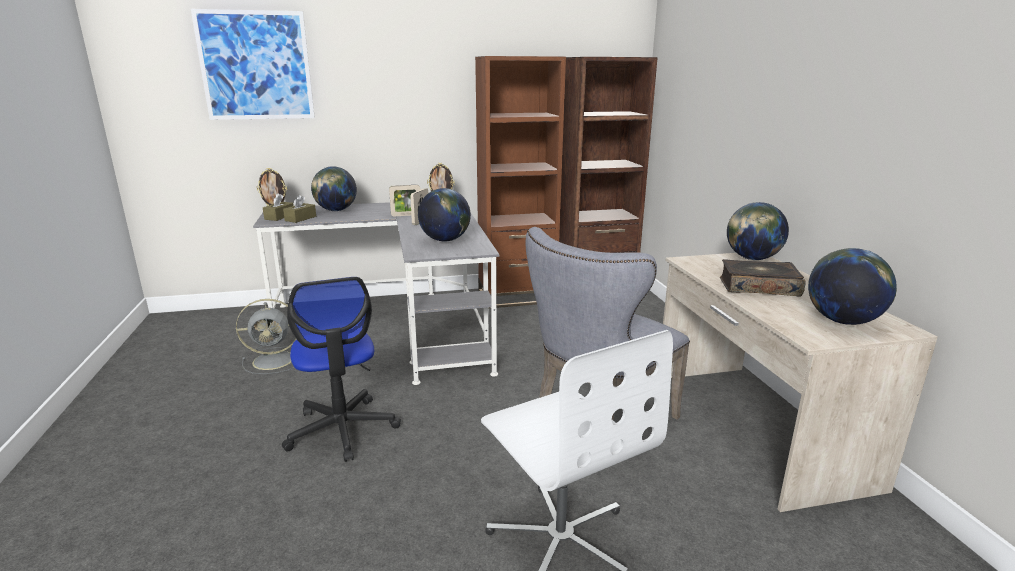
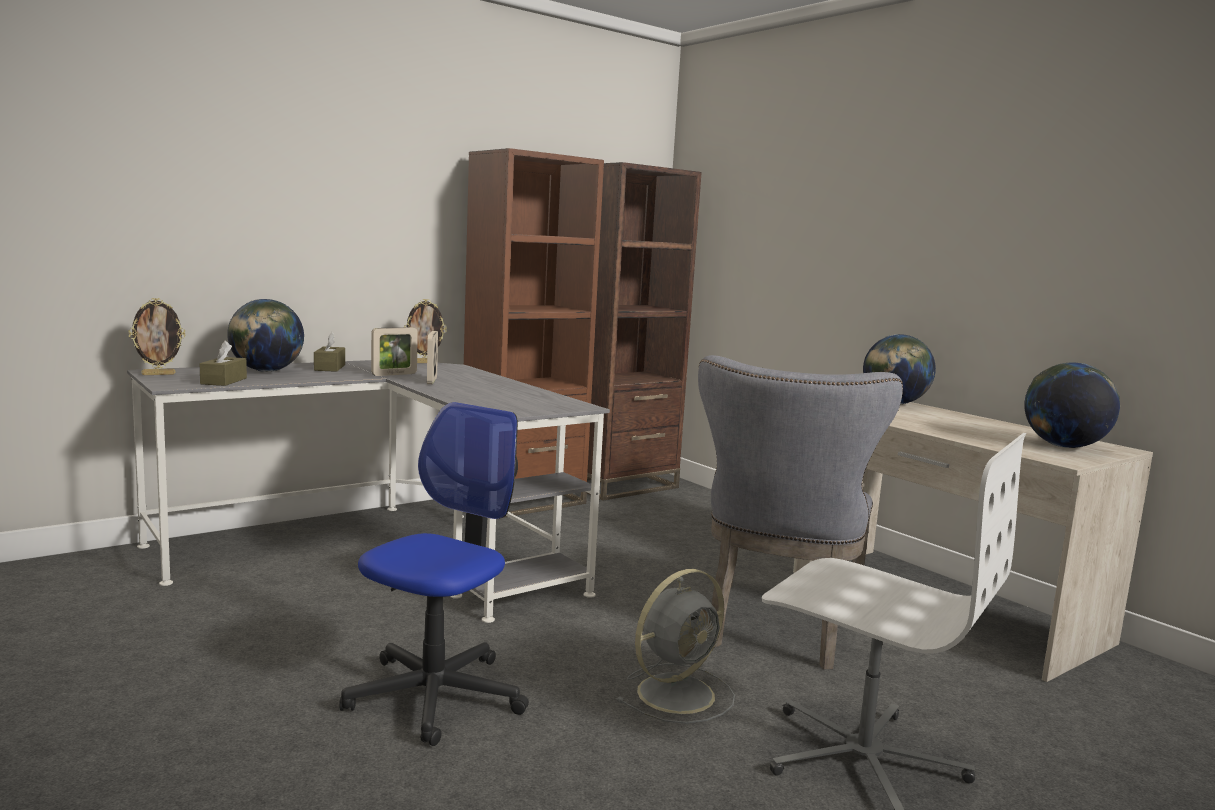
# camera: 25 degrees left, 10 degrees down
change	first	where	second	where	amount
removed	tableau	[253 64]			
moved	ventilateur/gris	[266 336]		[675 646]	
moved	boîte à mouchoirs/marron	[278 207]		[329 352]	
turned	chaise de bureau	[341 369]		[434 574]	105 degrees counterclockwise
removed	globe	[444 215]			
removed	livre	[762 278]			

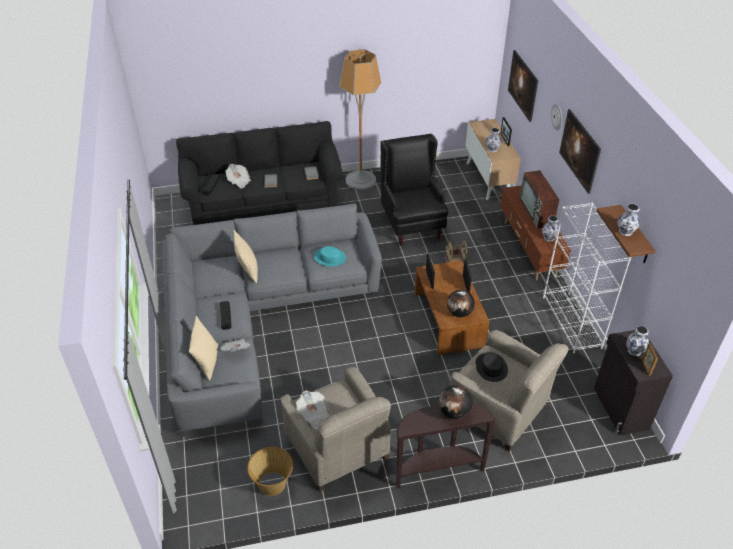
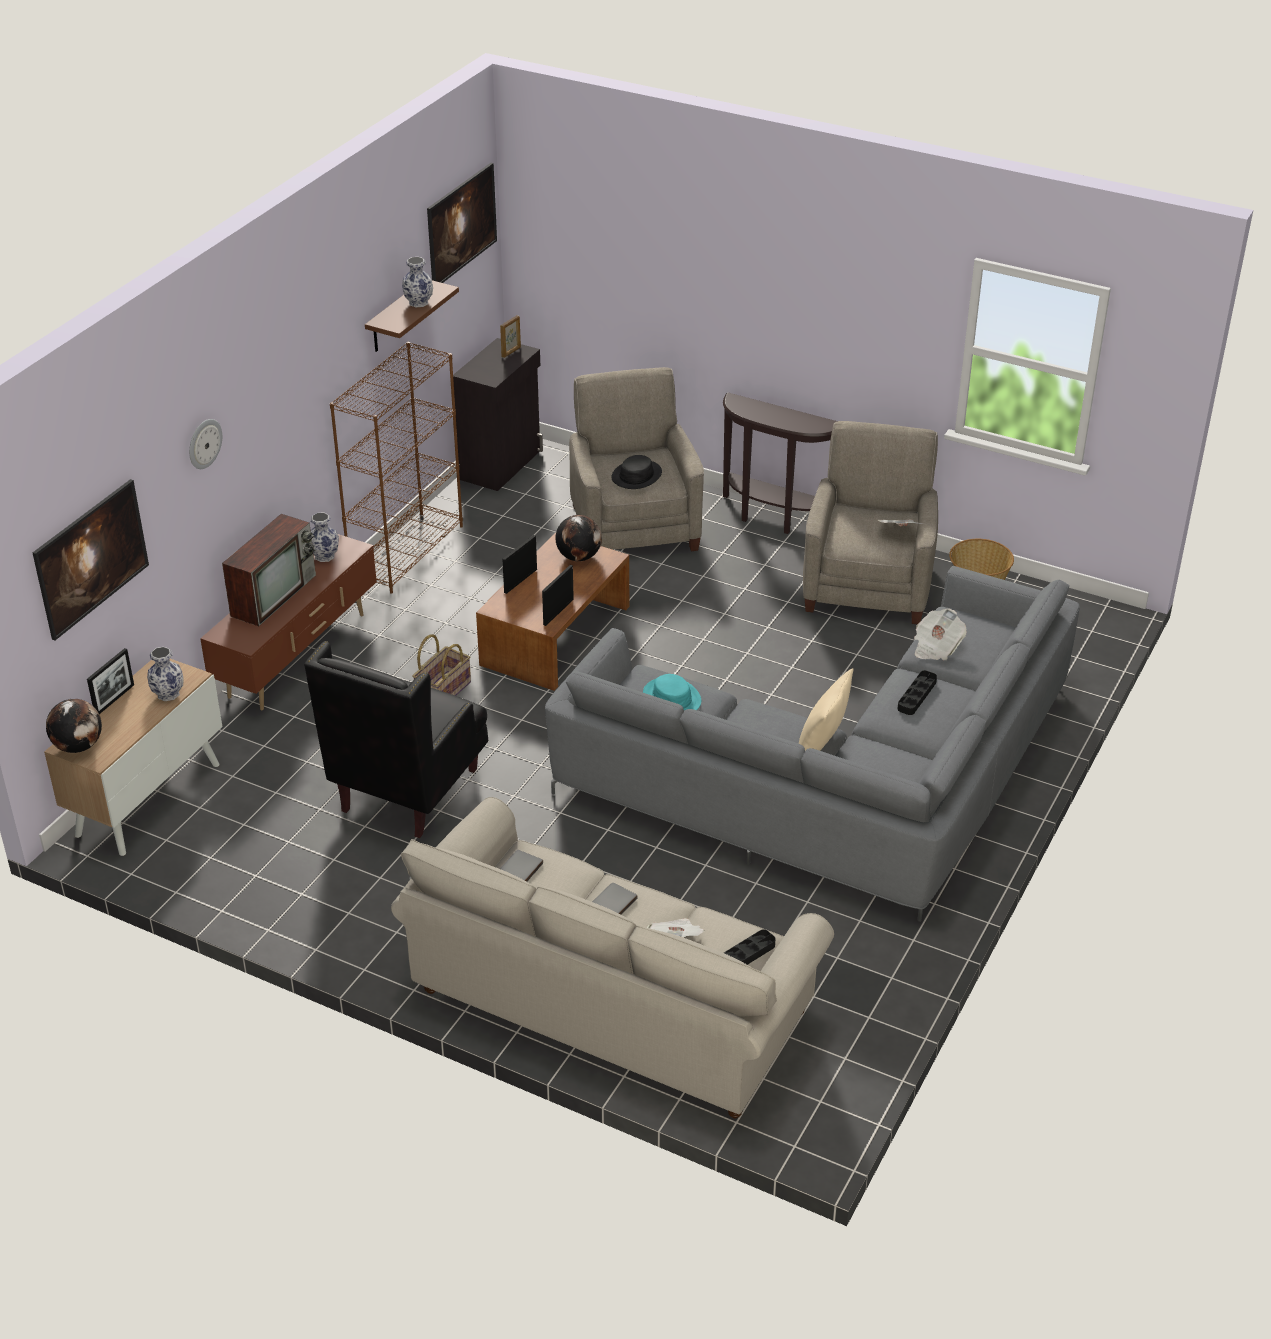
# camera: 140 degrees left, 5 degrees down
change	first	where	second	where	amount
recoloured	canapé/noir	[259 173]	canapé/beige	[612 957]	
removed	coussin/beige	[203 348]			
removed	lampadaire	[360 119]			
moved	globe	[456 402]		[74 726]	
recoloured	bibliothèque/blanc	[587 278]	bibliothèque/marron	[396 468]	
moved	tableau	[580 151]		[462 223]	
removed	vase	[637 341]			

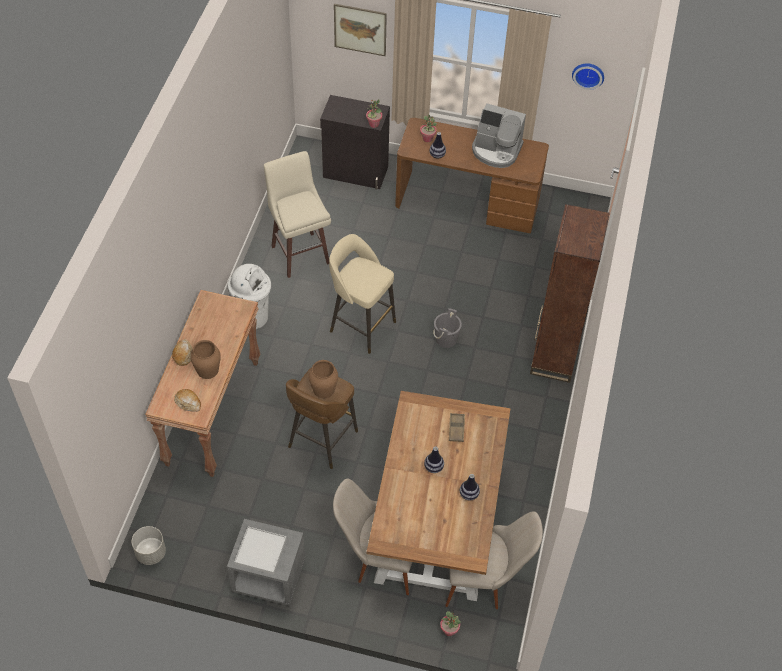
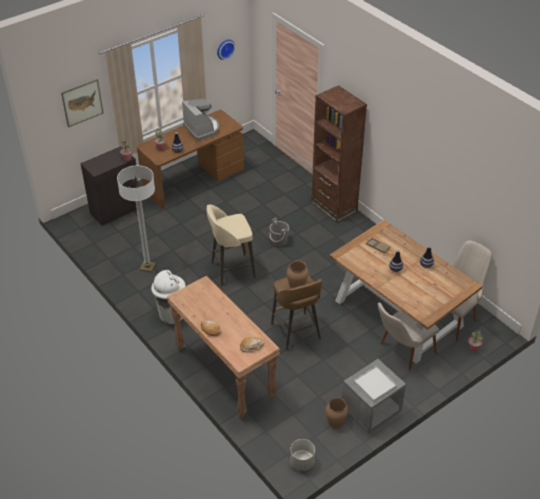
# camera: 50 degrees left, 10 degrees down
change	first	where	second	where	amount
moved	vase/marron	[205 359]		[337 413]	
replaced	tabouret/beige	[297 214]	lampadaire	[136 218]	
turned	machine à café	[499 135]		[200 120]	90 degrees counterclockwise

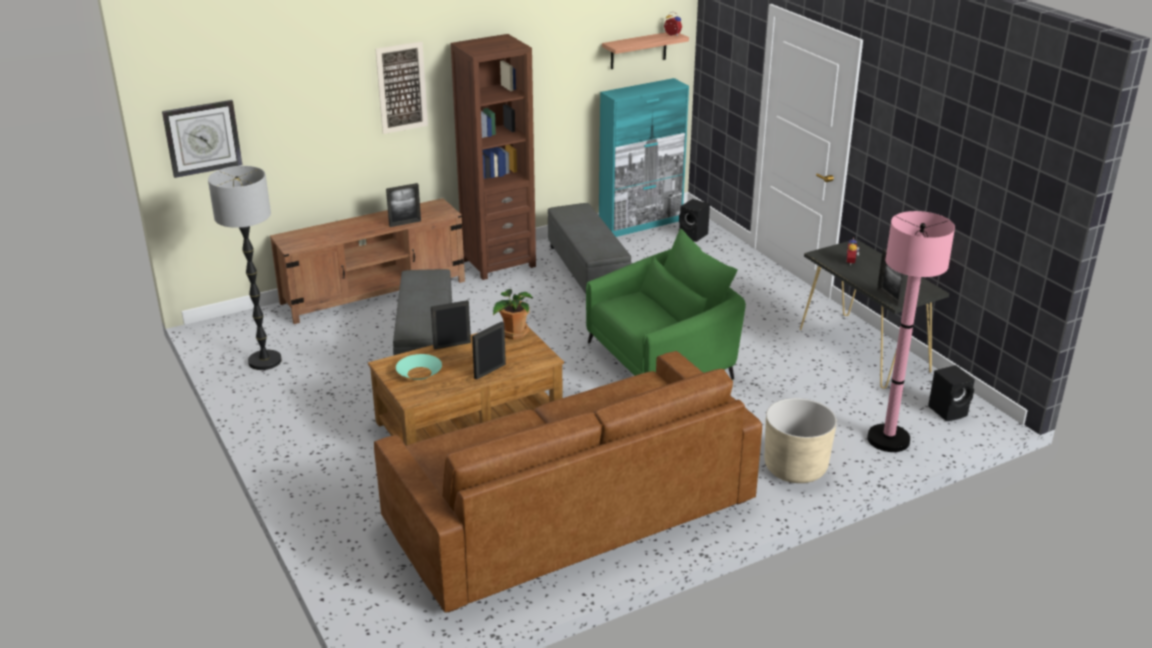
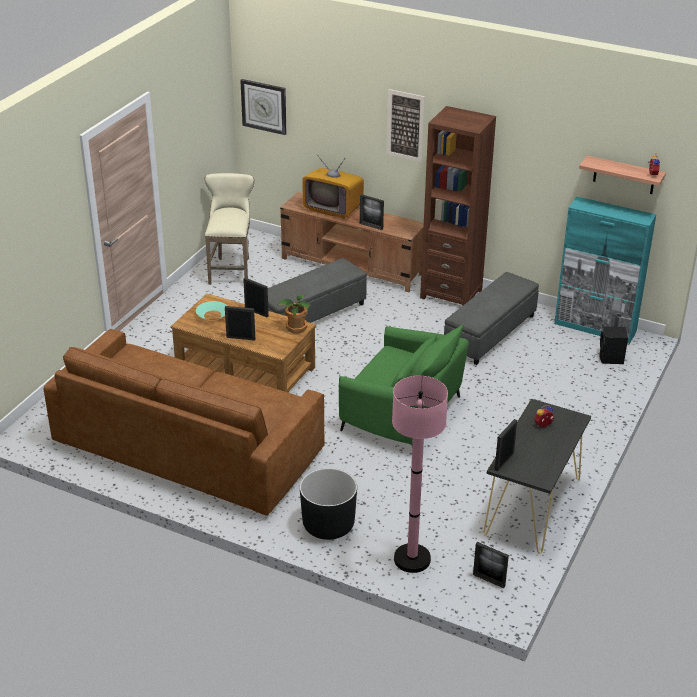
# camera: 55 degrees right, 5 degrees up
change	first	where	second	where	amount
replaced	lampadaire	[245 268]	tabouret/beige	[229 229]	
recoloured	cache-pot/beige	[801 440]	cache-pot/noir	[328 504]	
replaced	enceinte/noir	[951 393]	cadre photo	[491 565]	
added			téléviseur	[333 187]	

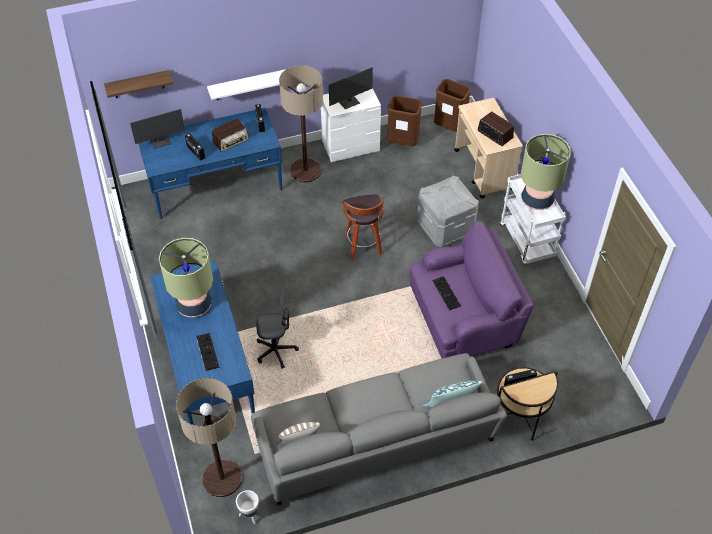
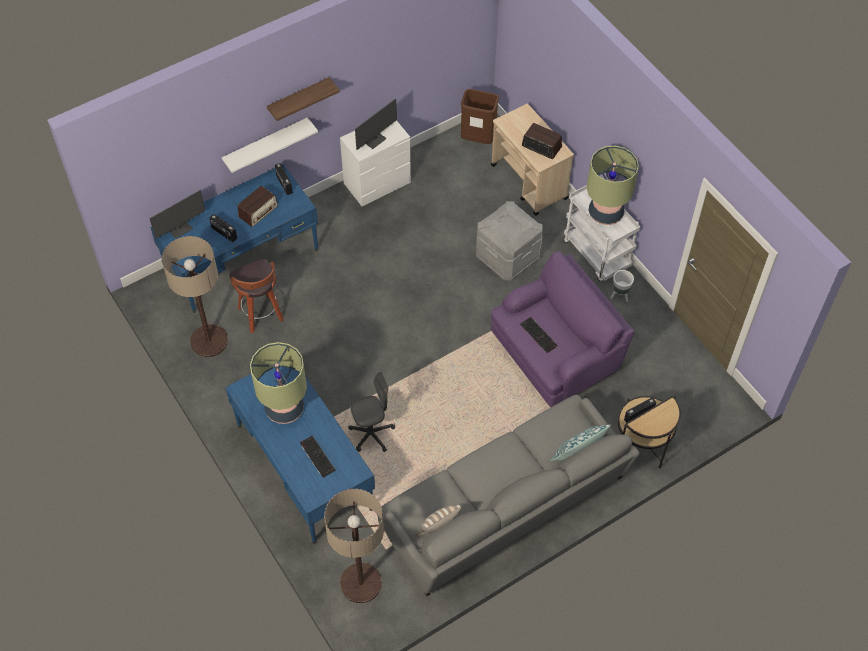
# camera: 15 degrees left, 5 degrees up
change	first	where	second	where	amount
moved	étagère	[138 84]		[303 99]	
moved	cache-pot/blanc	[247 507]		[622 286]	
moved	lampadaire	[301 123]		[195 296]	
moved	tabouret	[363 227]		[256 296]	
removed	poubelle/marron	[404 120]			

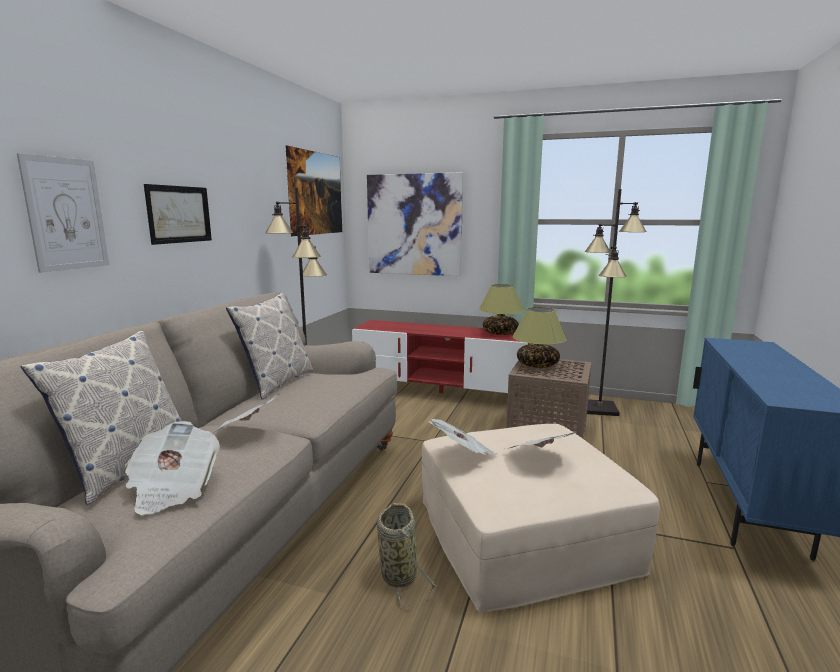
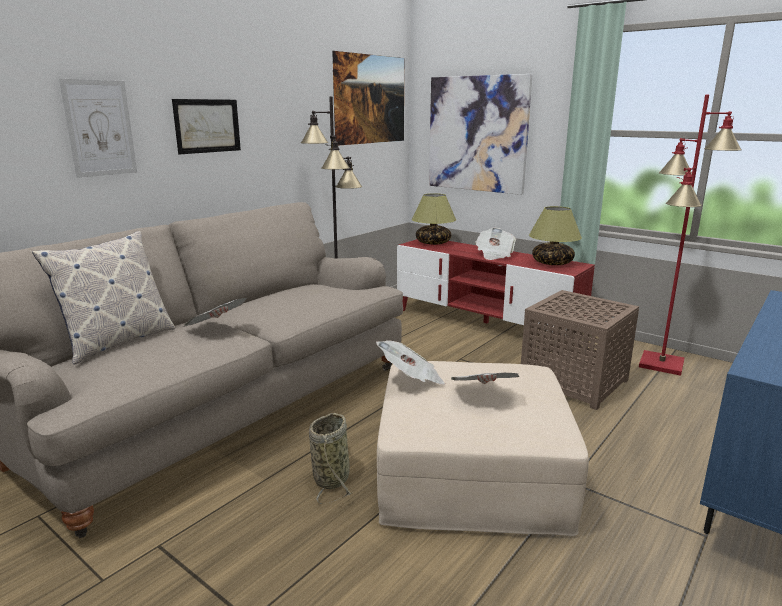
# camera: 20 degrees right, 5 degrees up
change	first	where	second	where	amount
moved	journal	[172 468]		[495 244]	
removed	coussin	[269 346]			
moved	lampe de table	[540 337]		[434 219]	
recoloured	lampadaire/noir	[615 302]	lampadaire/rouge	[690 235]	

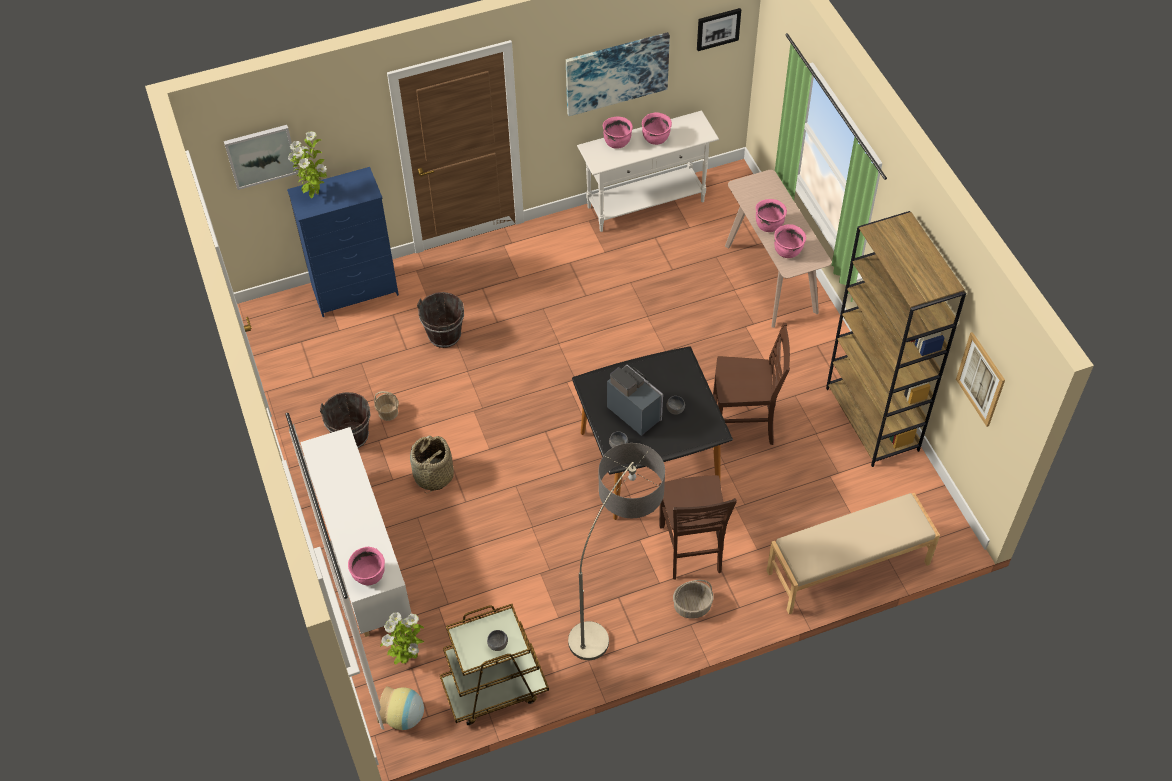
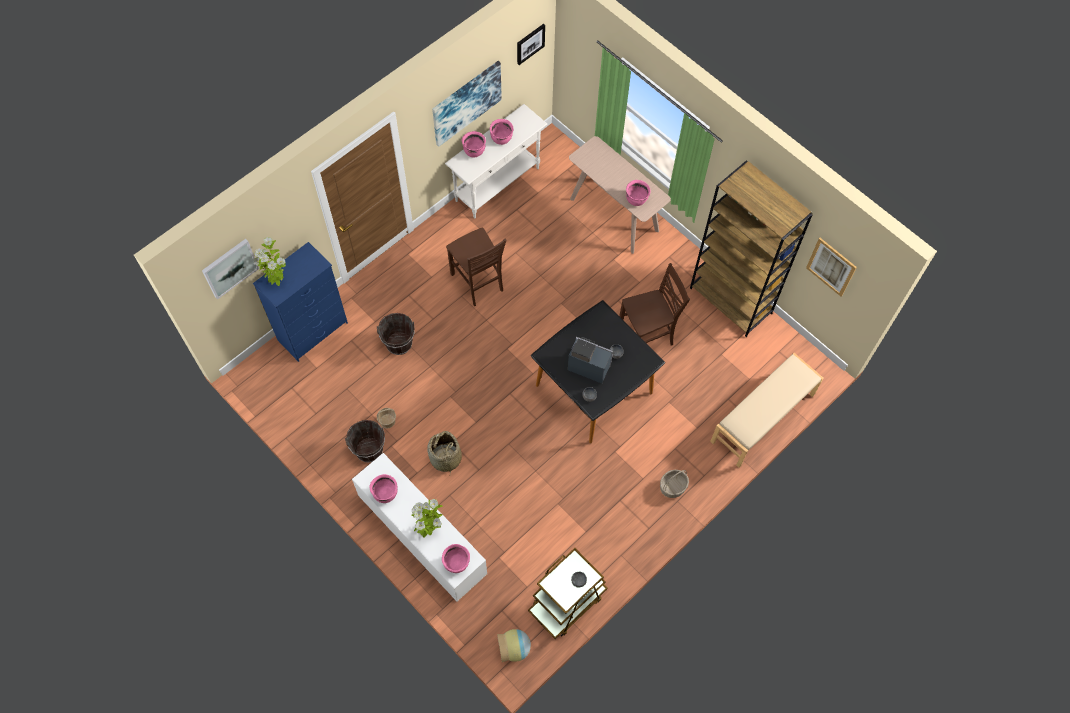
# camera: 25 degrees left, 10 degrees up
change	first	where	second	where	amount
moved	plante en pot	[402 638]		[427 518]	
removed	lampadaire	[616 551]			
moved	chaise/marron	[698 527]		[476 267]	
moved	marmite/rose	[771 215]		[383 488]	

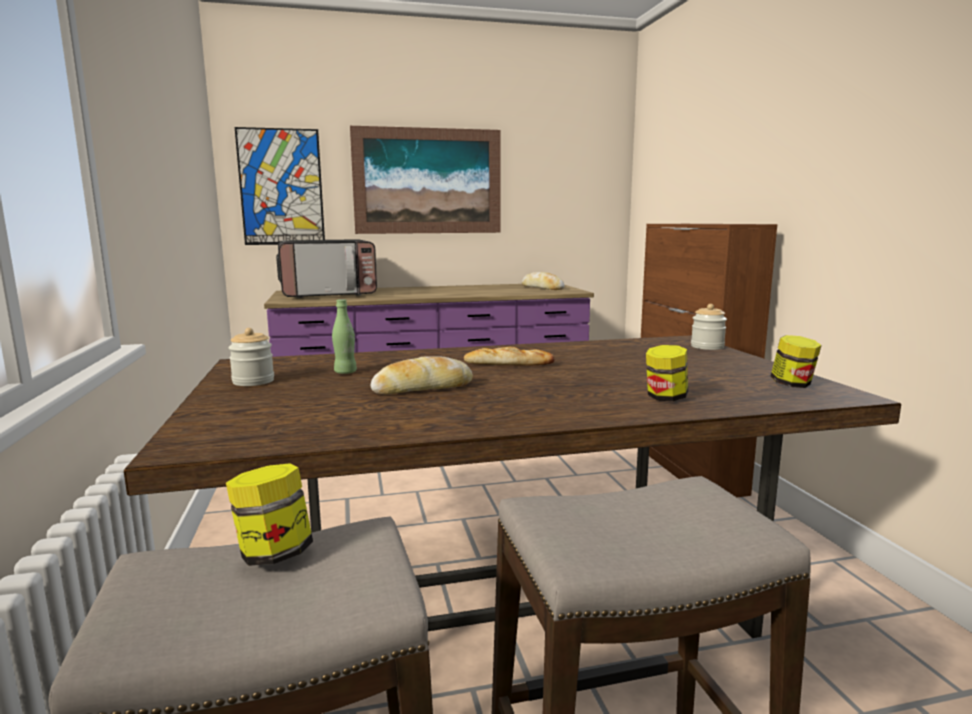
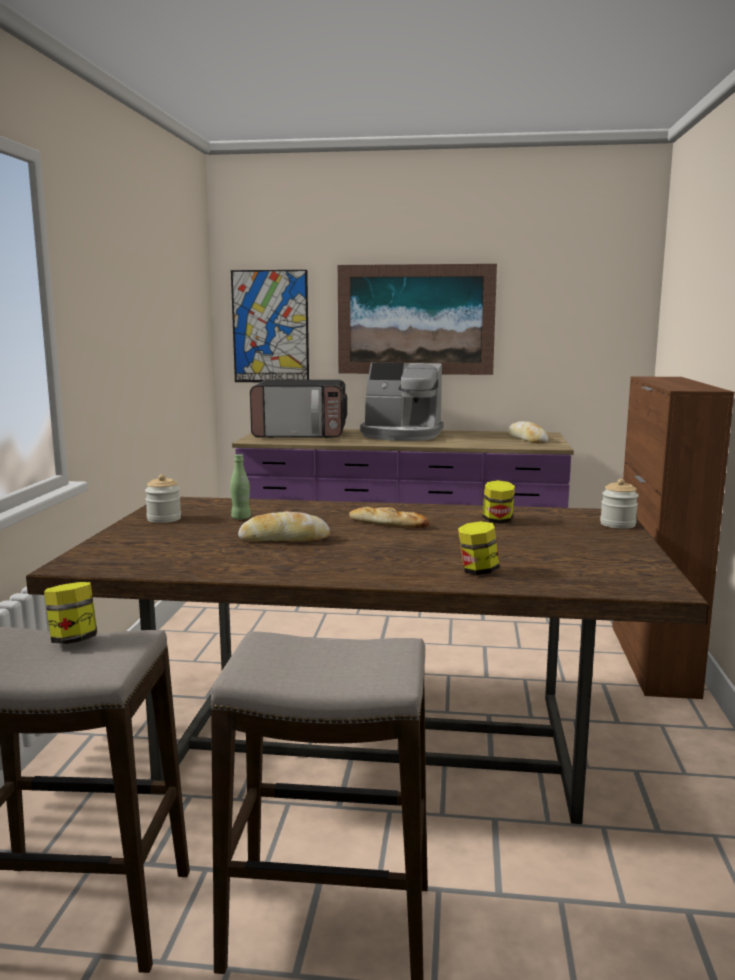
# camera: 20 degrees right, 0 degrees up
change	first	where	second	where	amount
moved	bocal	[796 361]		[499 502]	
added			machine à café	[402 402]	

